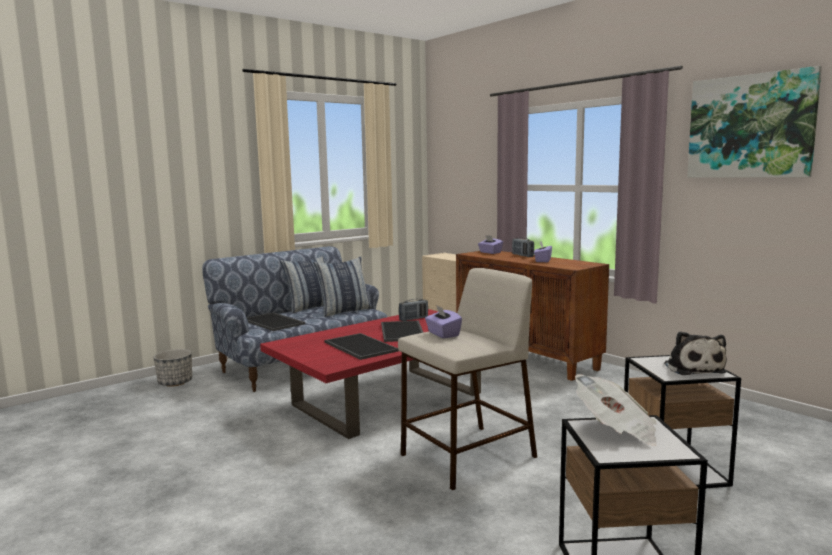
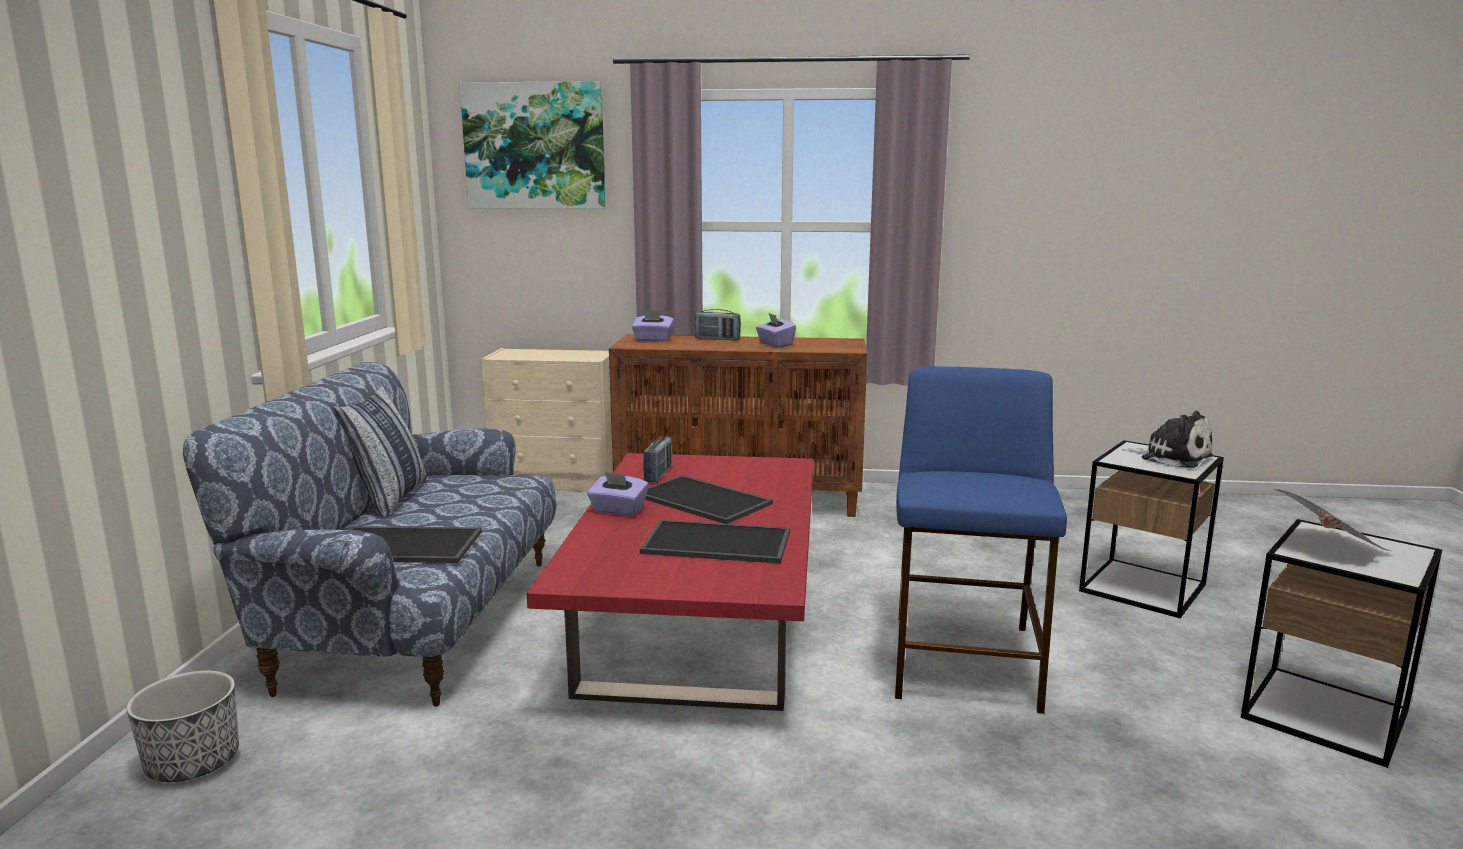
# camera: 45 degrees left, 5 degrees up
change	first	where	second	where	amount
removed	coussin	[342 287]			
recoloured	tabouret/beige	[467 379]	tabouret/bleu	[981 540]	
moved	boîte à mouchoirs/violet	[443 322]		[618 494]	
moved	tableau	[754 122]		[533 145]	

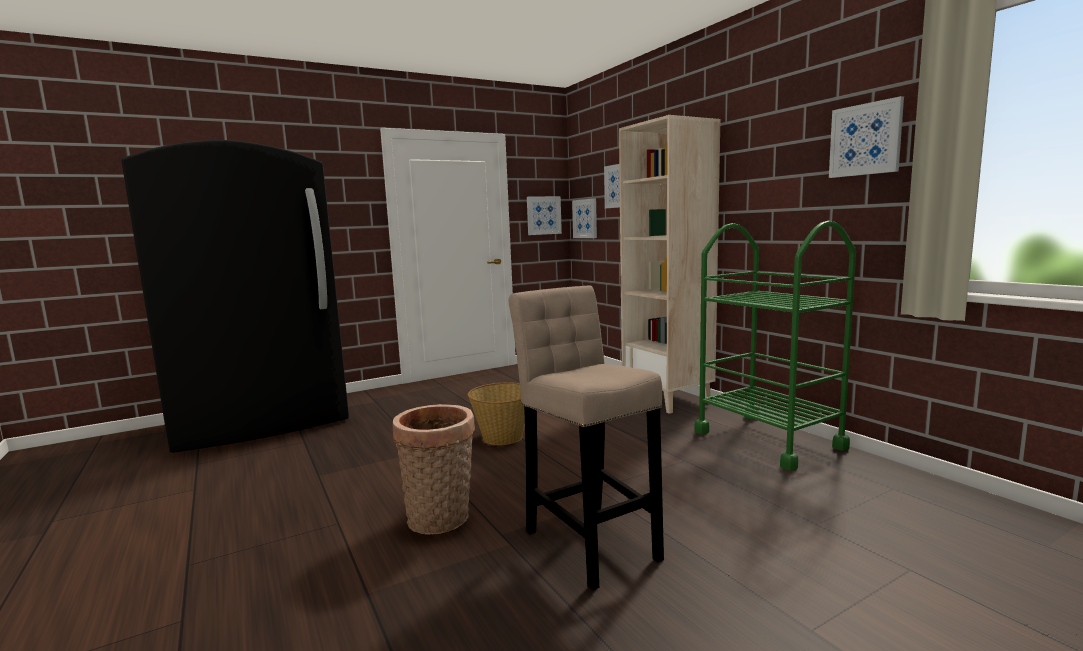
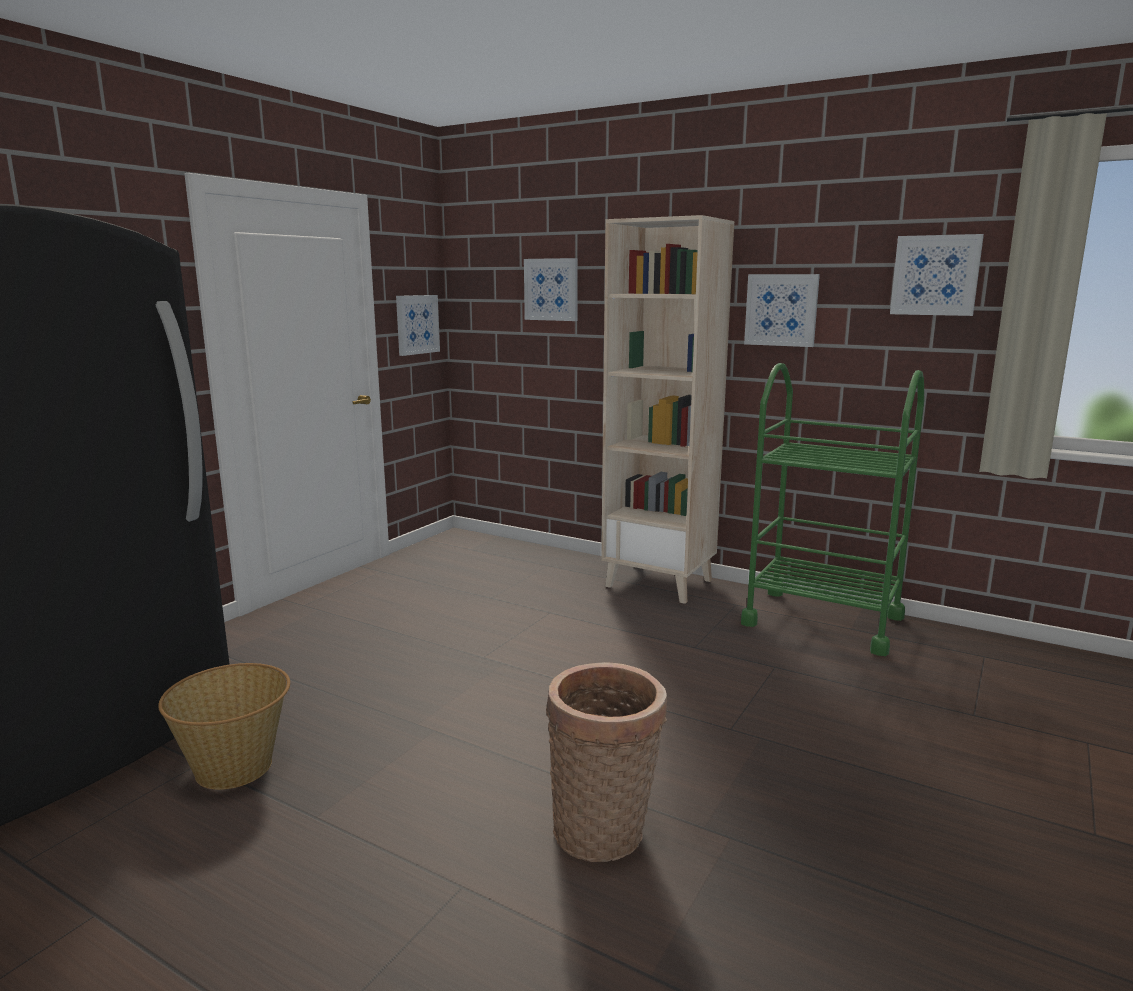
# camera: 30 degrees left, 5 degrees up
change	first	where	second	where	amount
moved	panier	[496 413]		[224 726]	
removed	tabouret/beige	[586 437]			
moved	tableau	[584 218]		[782 310]	

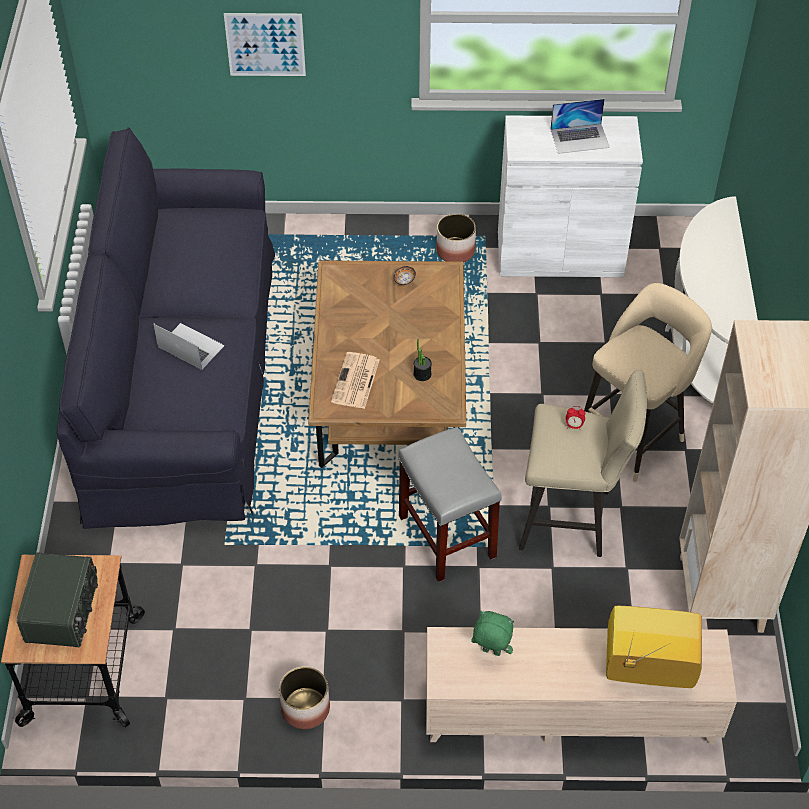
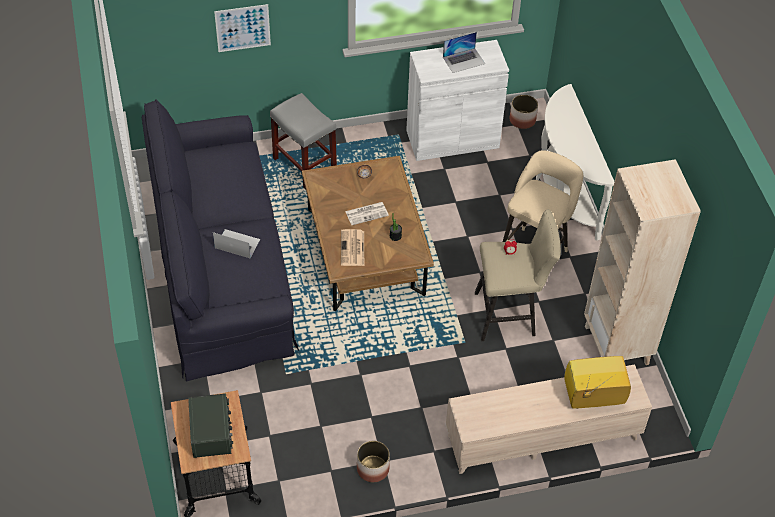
# camera: 15 degrees left, 0 degrees up
change	first	where	second	where	amount
moved	tabouret/gris	[450 504]		[303 141]	
moved	cache-pot	[456 238]		[524 112]	
removed	peluche/vert	[492 633]			
added			journal	[367 213]	

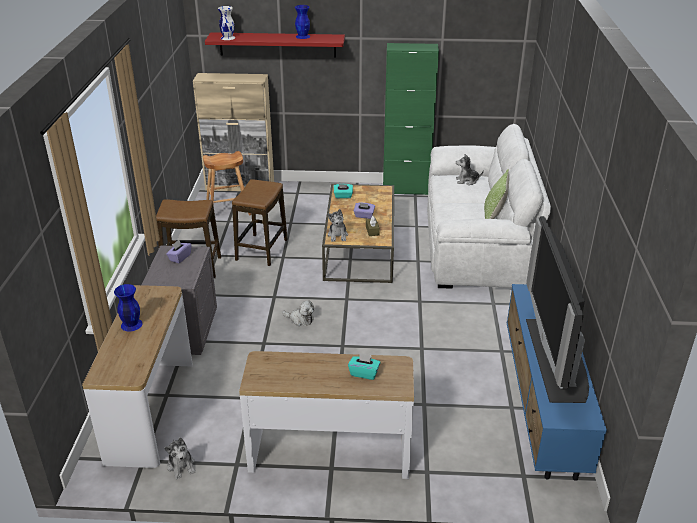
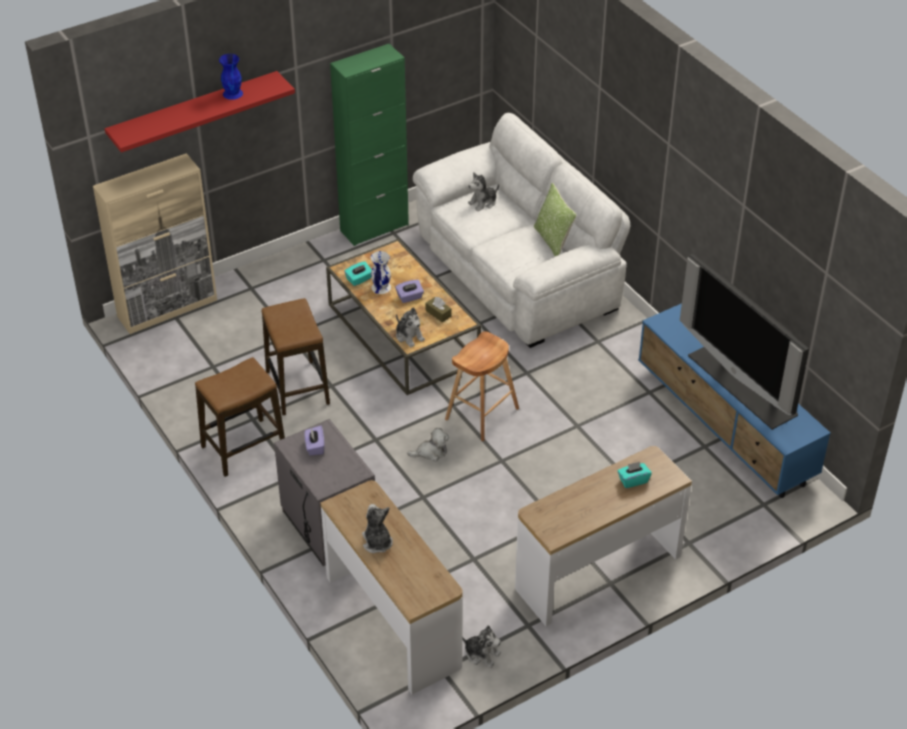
# camera: 35 degrees left, 10 degrees up
change	first	where	second	where	amount
replaced	vase/bleu	[128 307]	peluche	[377 528]	
moved	tabouret/marron	[227 183]		[482 386]	
moved	vase/blanc	[226 23]		[380 272]	

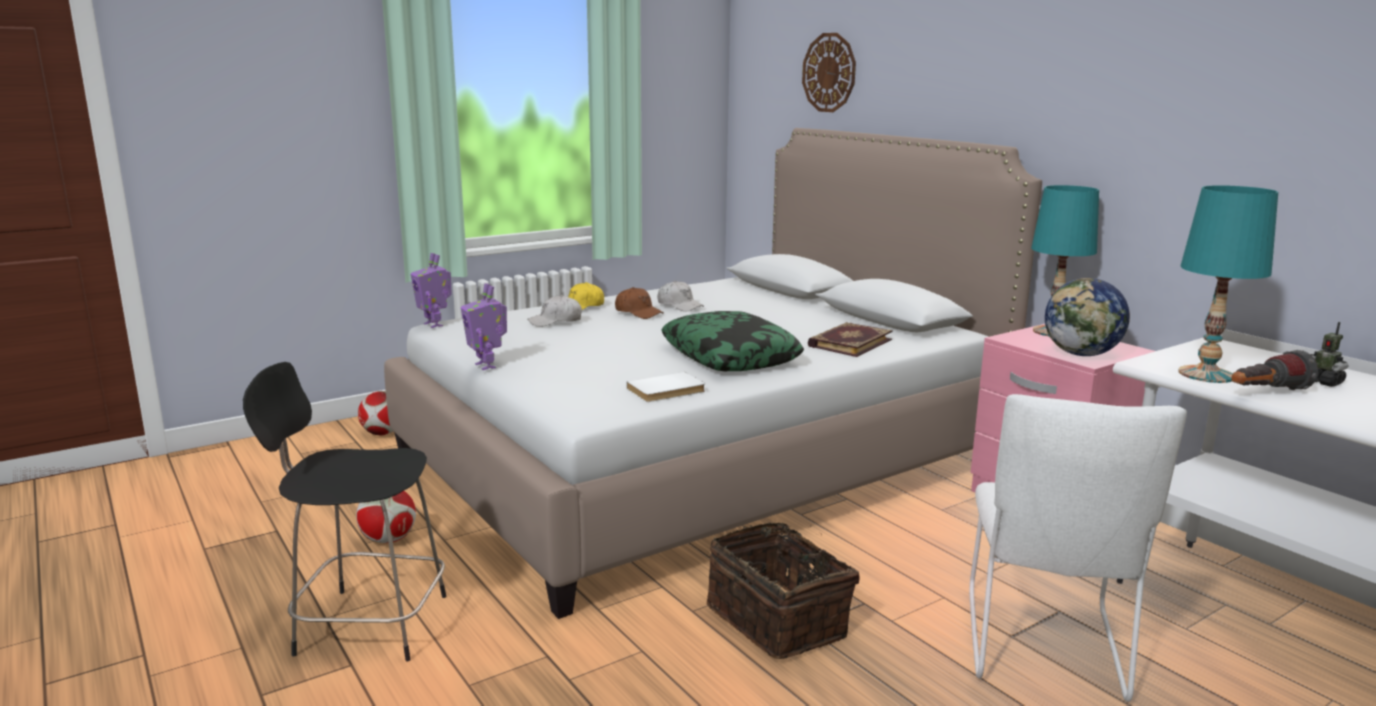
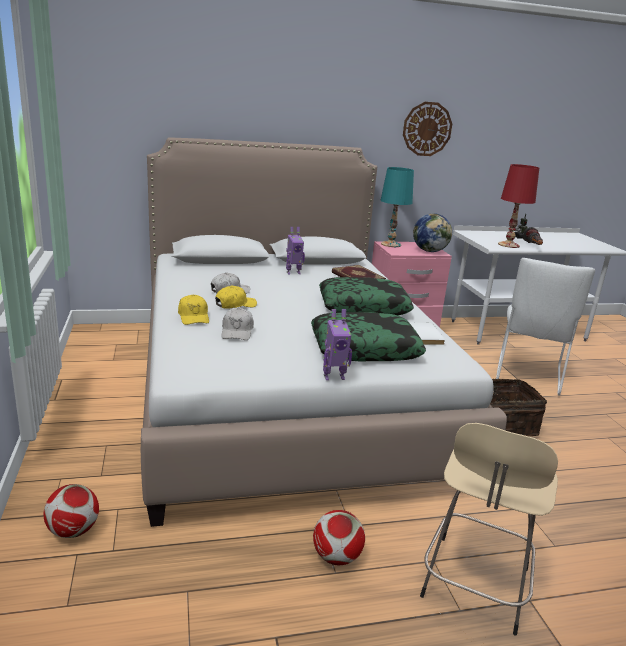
# camera: 70 degrees left, 5 degrees up
change	first	where	second	where	amount
recoloured	tabouret/noir	[344 511]	tabouret/beige	[489 529]	
moved	robot jouet	[431 290]		[295 250]	
recoloured	casquette/marron	[639 303]	casquette/jaune	[236 297]	
moved	horloge murale	[829 72]		[427 129]	
turned	chaise/blanc	[1078 548]		[545 327]	75 degrees clockwise
recoloured	lampe de table/turquoise	[1228 284]	lampe de table/rouge	[518 206]	
added			coussin	[368 336]	

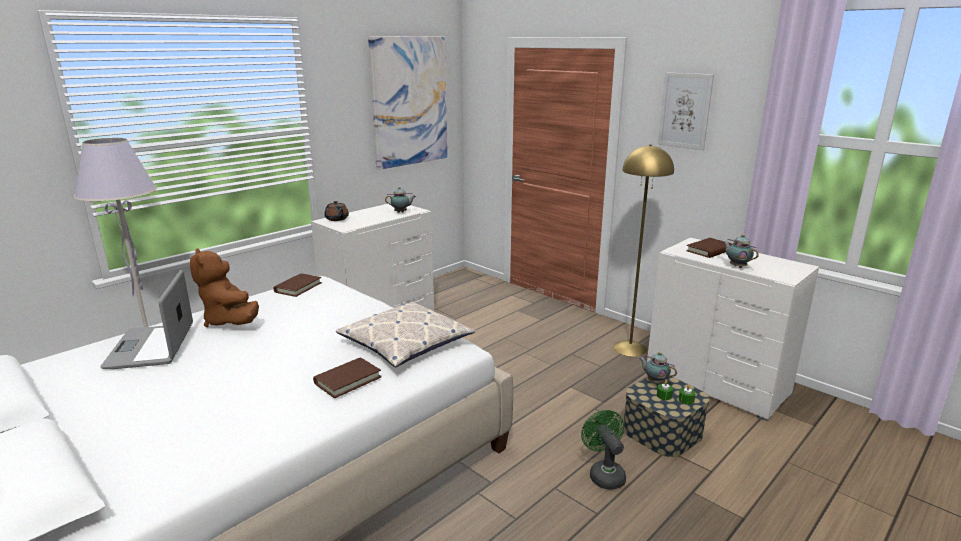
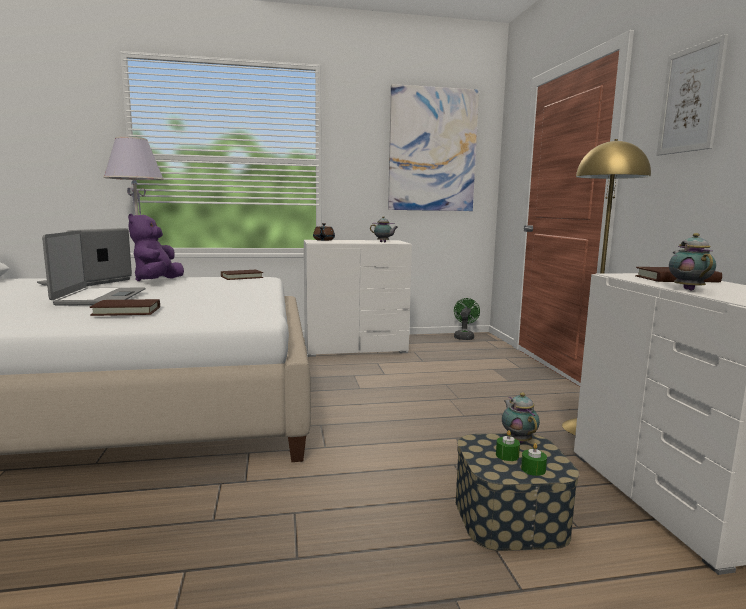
# camera: 35 degrees right, 10 degrees down
change	first	where	second	where	amount
recoloured	peluche/marron	[224 287]	peluche/violet	[156 247]	
removed	coussin	[405 335]			
moved	ventilateur/vert	[603 450]		[467 319]	
added			ordinateur portable	[94 268]	

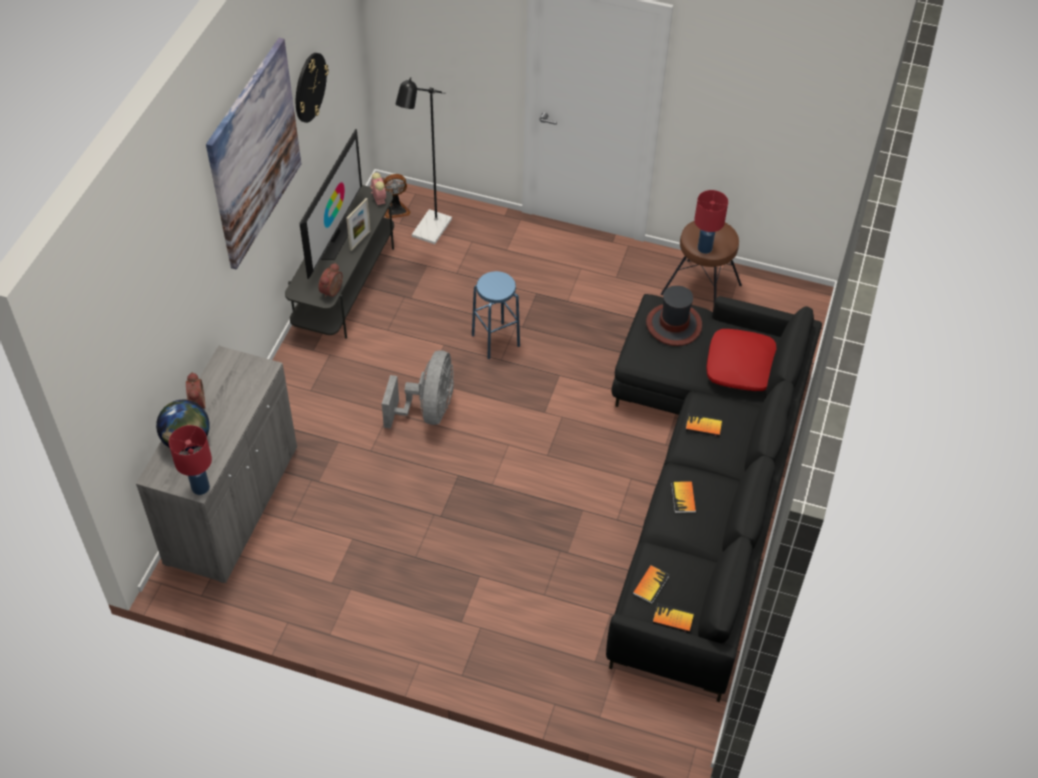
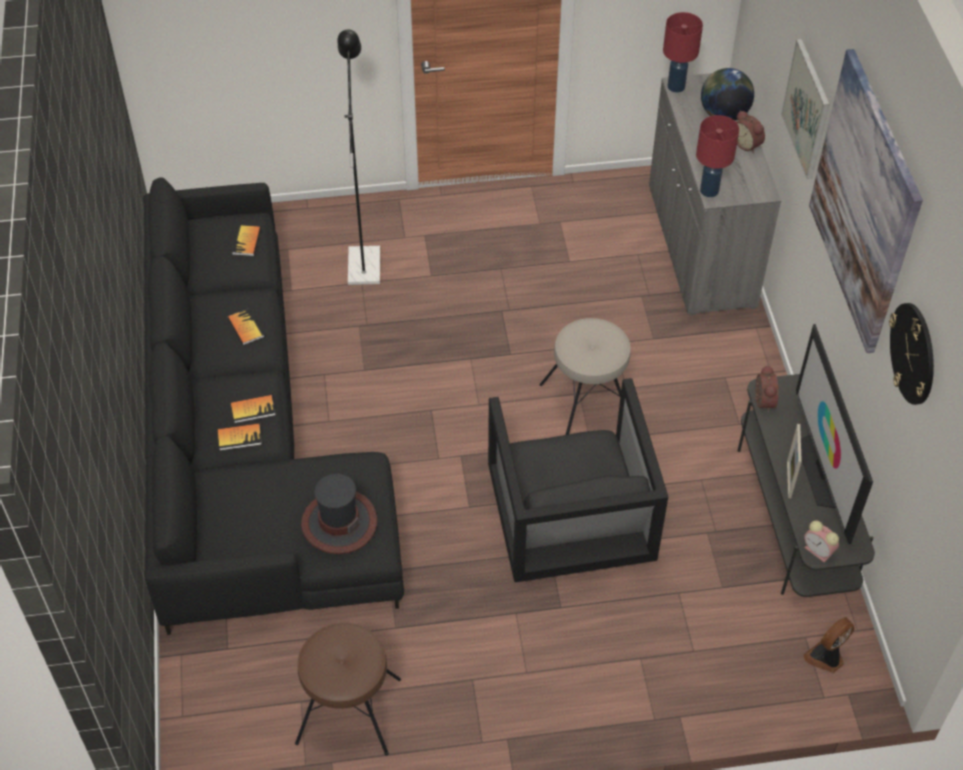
# camera: 155 degrees right, 0 degrees up
change	first	where	second	where	amount
replaced	ventilateur/gris	[418 389]	tabouret/beige	[585 376]	
moved	lampadaire/noir	[424 160]		[358 157]	
replaced	tabouret/bleu	[496 315]	fauteuil/noir	[578 480]	
moved	livre	[673 618]		[240 436]	
moved	lampe de table/rouge	[711 222]		[717 156]	
removed	coussin/rouge	[741 360]			
added			tableau	[805 109]	

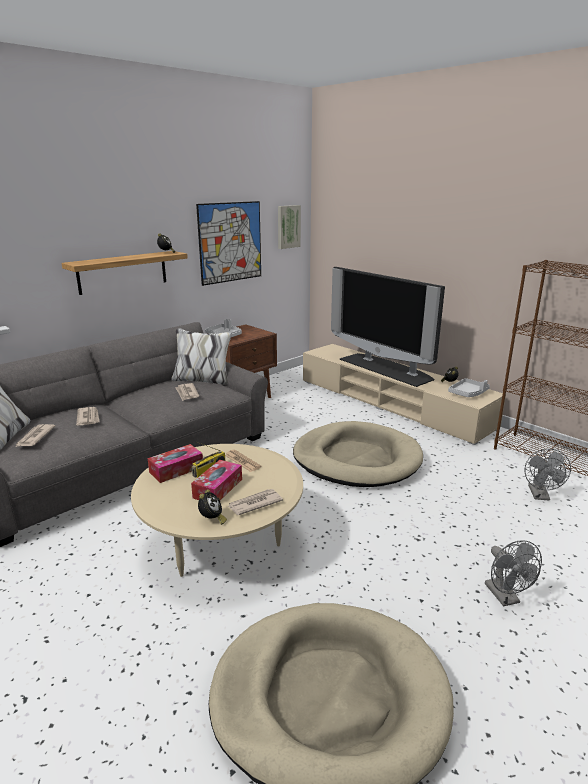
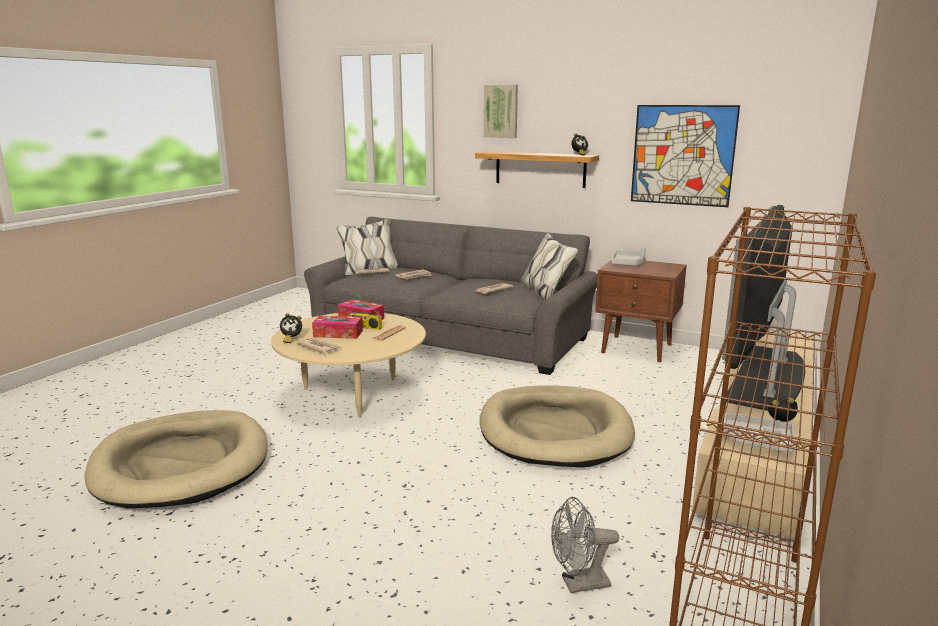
# camera: 70 degrees right, 5 degrees down
change	first	where	second	where	amount
moved	tableau	[289 227]		[501 111]	
removed	ventilateur/gris	[513 573]			

